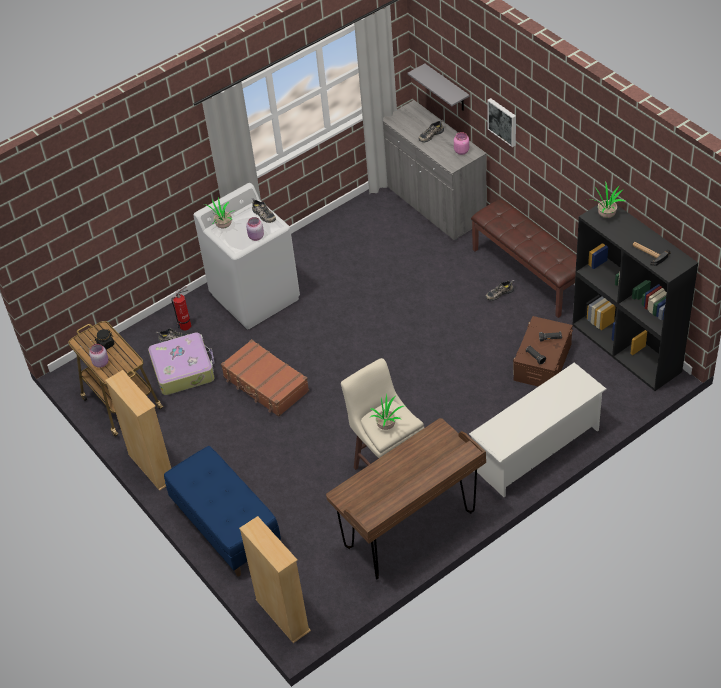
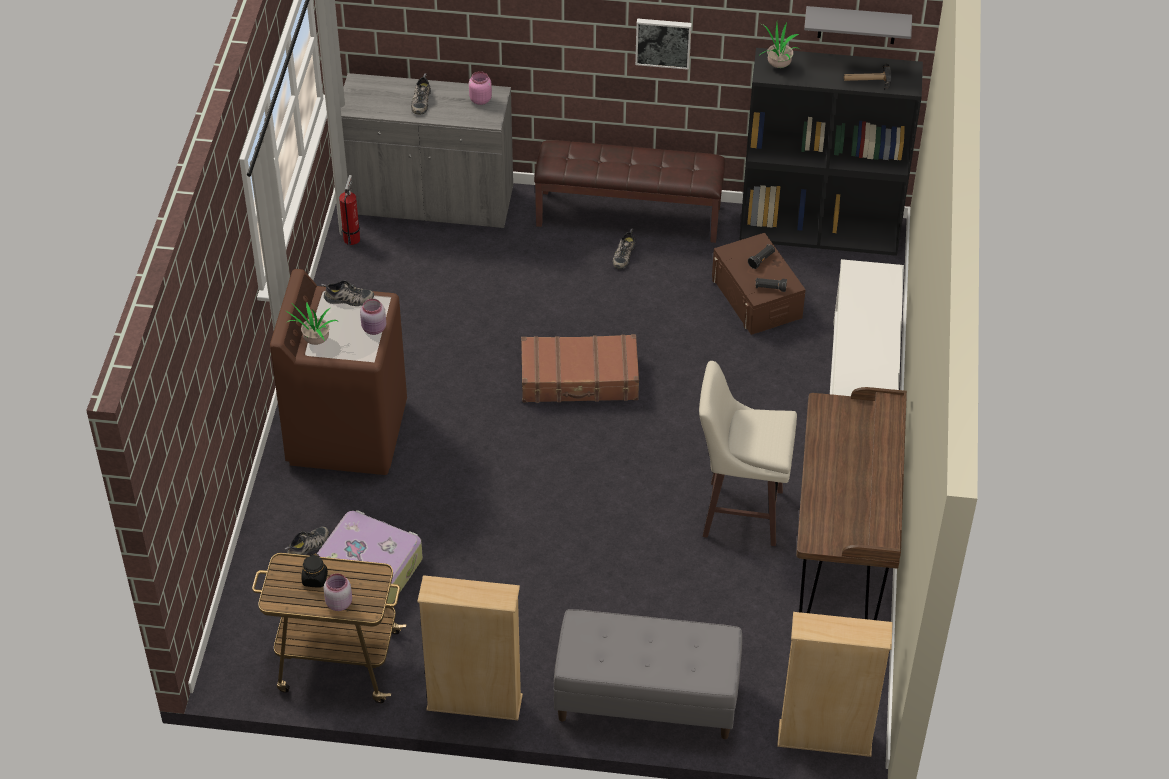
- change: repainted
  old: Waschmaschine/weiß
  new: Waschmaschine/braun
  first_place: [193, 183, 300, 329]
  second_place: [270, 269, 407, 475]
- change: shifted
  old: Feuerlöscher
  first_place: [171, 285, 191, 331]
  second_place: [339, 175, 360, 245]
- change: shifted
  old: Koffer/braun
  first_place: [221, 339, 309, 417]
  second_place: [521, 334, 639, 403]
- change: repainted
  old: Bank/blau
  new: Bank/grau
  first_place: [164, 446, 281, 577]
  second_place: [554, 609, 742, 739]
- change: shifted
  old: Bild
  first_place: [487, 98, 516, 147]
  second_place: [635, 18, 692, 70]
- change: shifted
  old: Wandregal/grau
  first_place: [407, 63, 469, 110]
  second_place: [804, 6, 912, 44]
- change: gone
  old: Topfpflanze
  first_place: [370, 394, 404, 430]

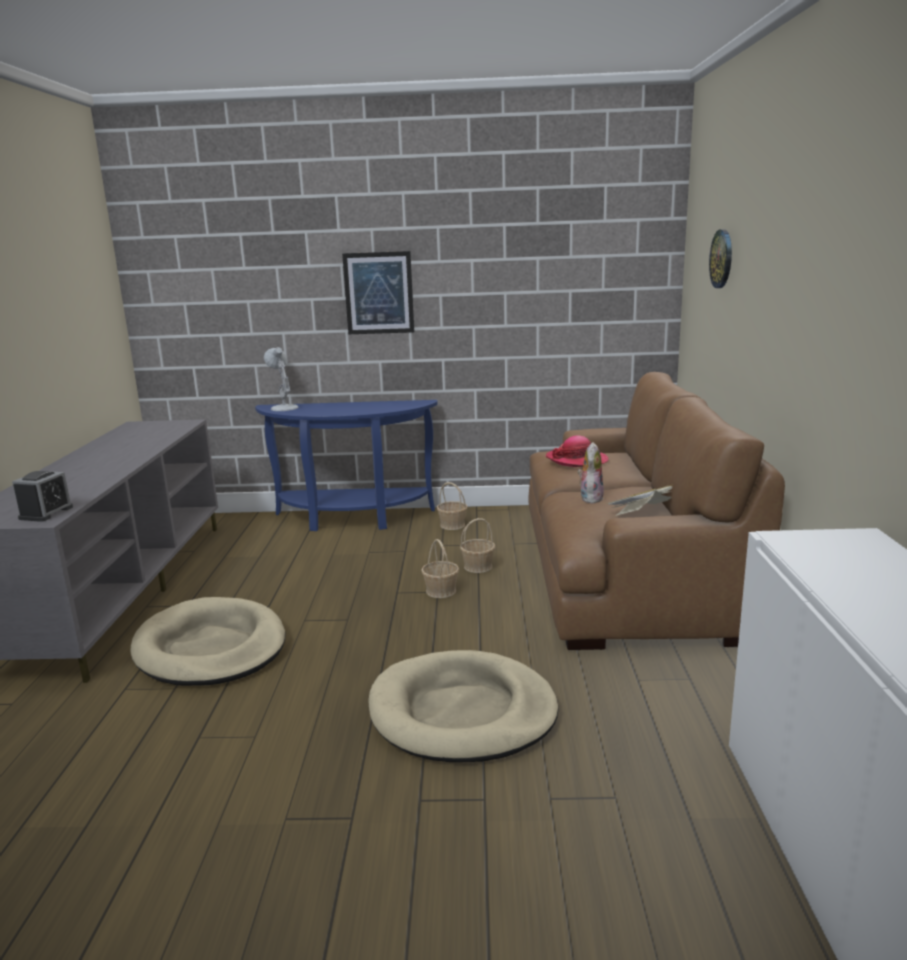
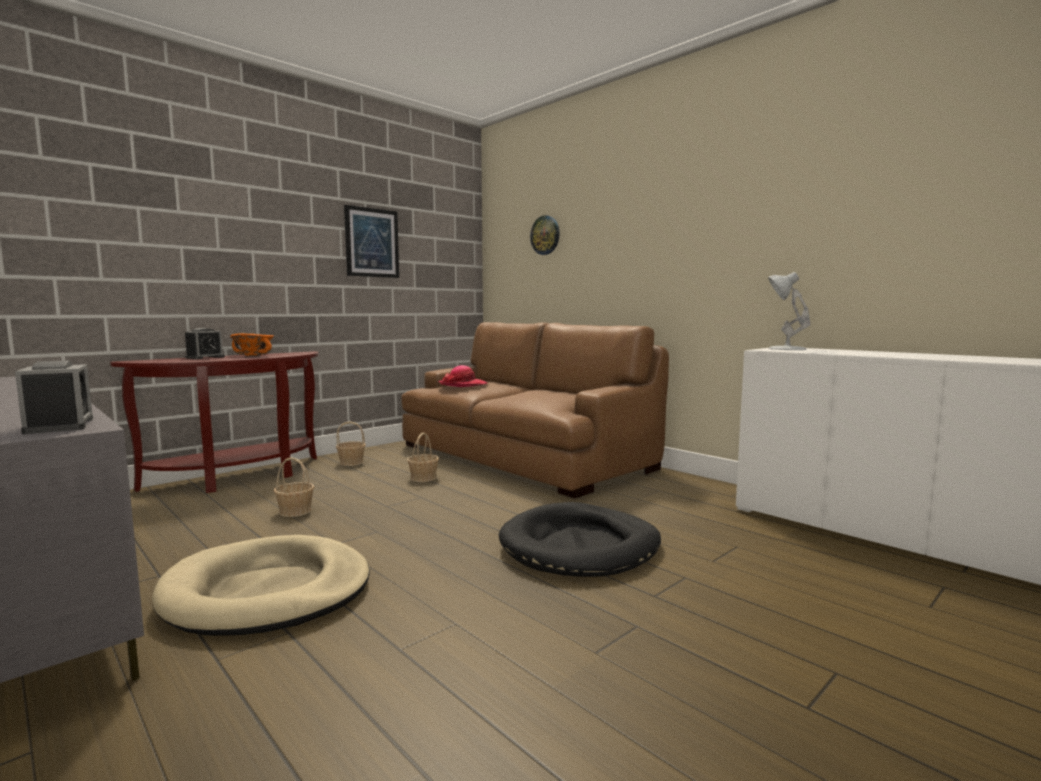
- change: repainted
  old: Konsolentisch/blau
  new: Konsolentisch/braun
  first_place: [255, 400, 438, 531]
  second_place: [110, 351, 319, 493]
- change: new
  new: Wecker
  second_place: [185, 328, 225, 359]
- change: new
  new: Schüssel/orange
  second_place: [230, 333, 274, 356]
- change: shifted
  old: Korb
  first_place: [421, 539, 459, 598]
  second_place: [274, 457, 314, 517]
- change: shifted
  old: Bild
  first_place: [342, 251, 414, 334]
  second_place: [344, 205, 399, 278]
- change: repainted
  old: Hundebett/beige
  new: Hundebett/schwarz
  first_place: [368, 650, 559, 762]
  second_place: [499, 502, 661, 577]
- change: shifted
  old: Tischlampe/weiß
  first_place: [264, 347, 298, 411]
  second_place: [768, 272, 810, 350]
- change: gone
  old: Plüschtier
  first_place: [578, 442, 604, 503]
- change: gone
  old: Buch
  first_place: [606, 484, 673, 516]

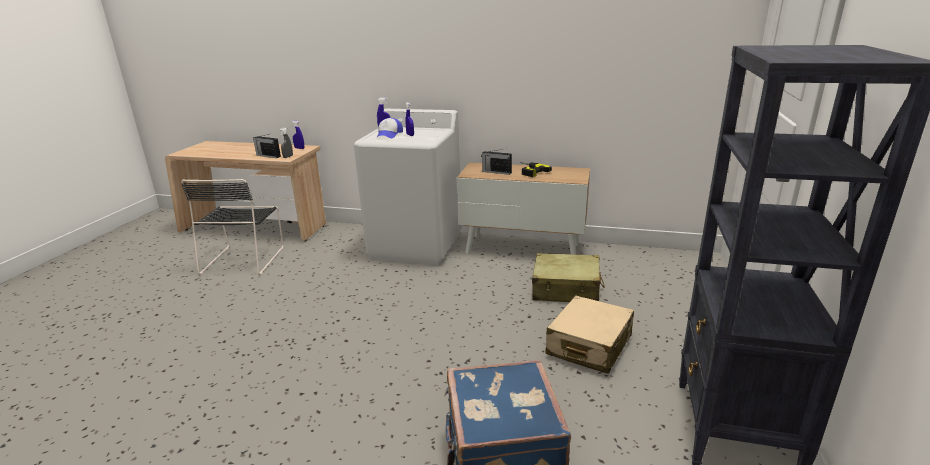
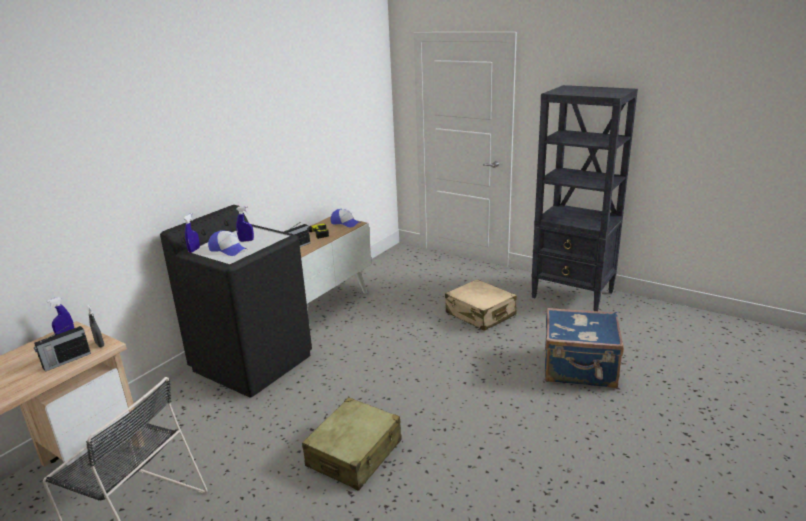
- change: repainted
  old: Waschmaschine/weiß
  new: Waschmaschine/schwarz
  first_place: [354, 109, 462, 266]
  second_place: [160, 205, 312, 397]
- change: shifted
  old: Koffer/beige
  first_place: [532, 253, 605, 302]
  second_place: [302, 397, 402, 491]
- change: new
  new: Kappe
  second_place: [331, 209, 361, 228]

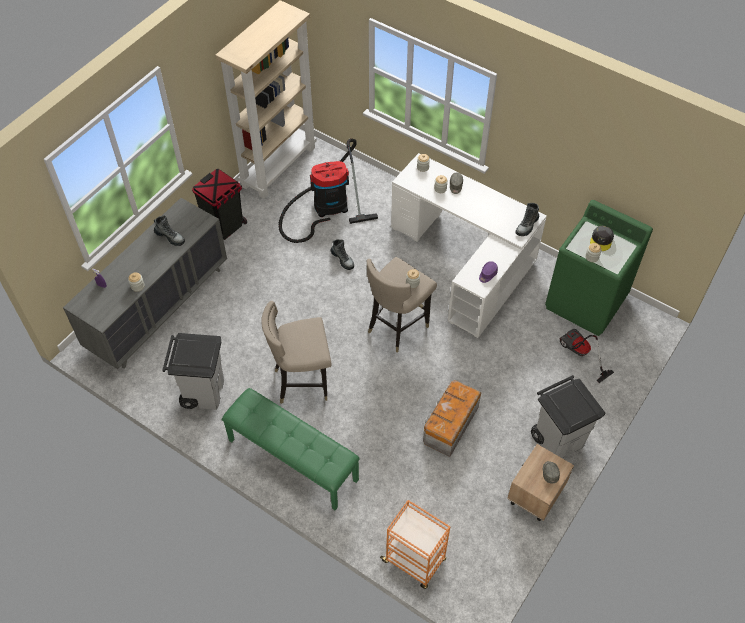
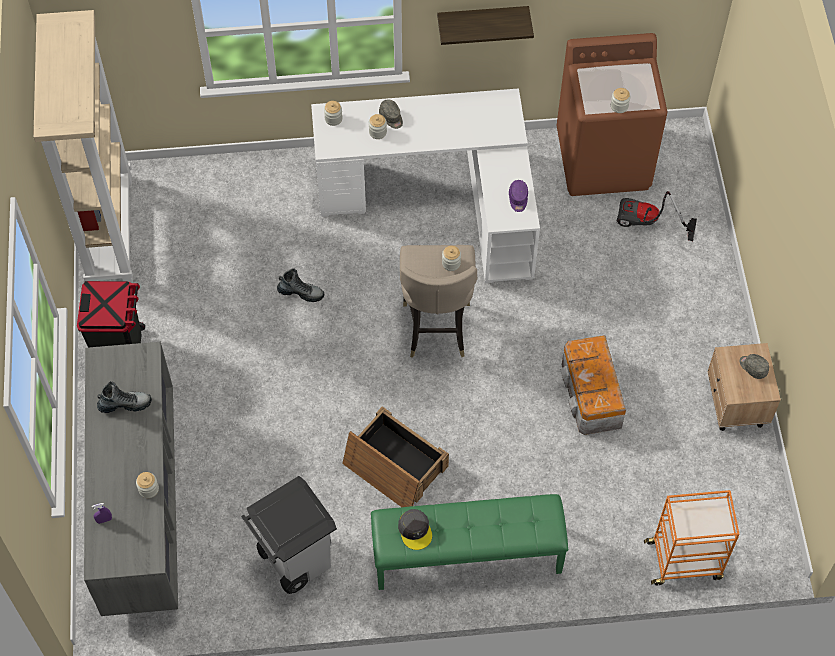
- change: swapped
  old: Hocker/beige
  new: Kiste
  first_place: [261, 301, 332, 404]
  second_place: [342, 406, 449, 507]
- change: shifted
  old: Kappe/grau
  first_place: [590, 226, 614, 251]
  second_place: [398, 509, 432, 550]
- change: new
  new: Wandregal
  second_place: [437, 6, 534, 45]
- change: repainted
  old: Waschmaschine/grün
  new: Waschmaschine/braun
  first_place: [545, 200, 653, 336]
  second_place: [557, 33, 668, 196]
- change: gone
  old: Staubsauger
  first_place: [278, 138, 378, 243]
- change: gone
  old: Stiefel
  first_place: [516, 203, 539, 236]
- change: gone
  old: Mülleimer/grau
  first_place: [531, 375, 606, 458]

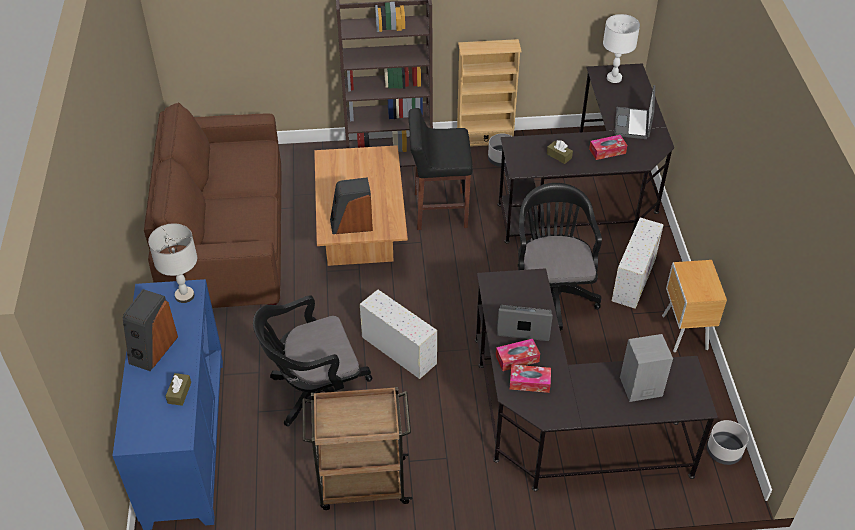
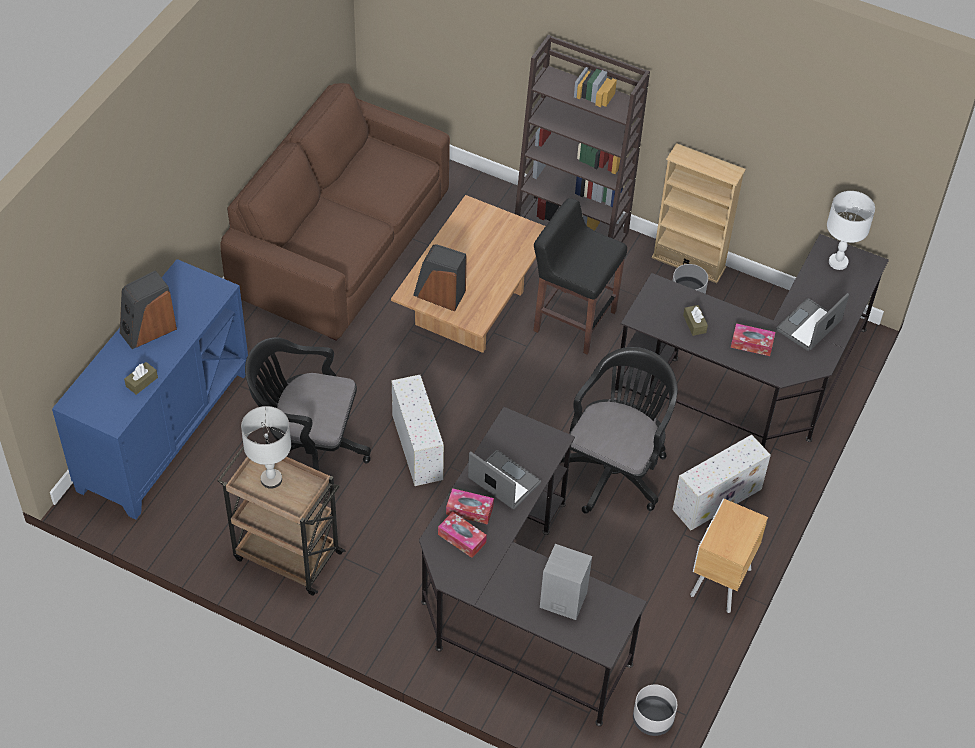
- change: shifted
  old: Tischlampe/grau
  first_place: [148, 223, 197, 303]
  second_place: [241, 406, 291, 489]

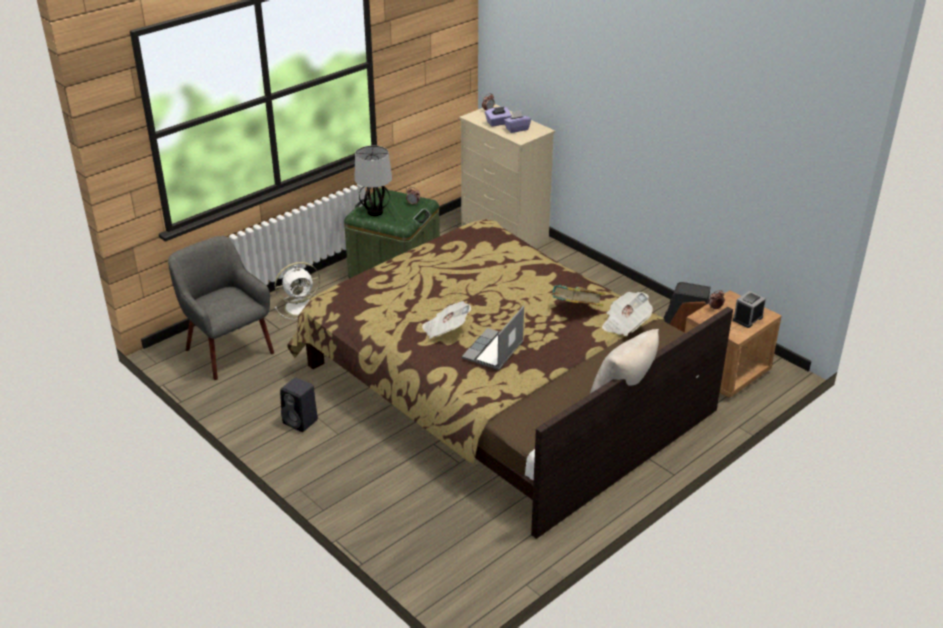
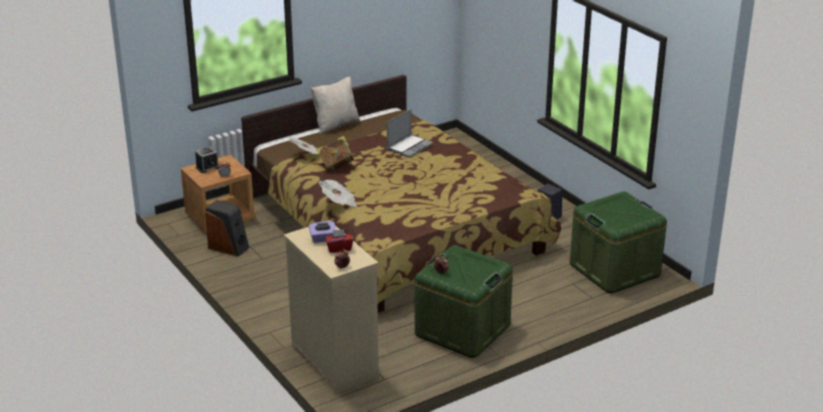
- change: shifted
  old: Zeitung
  first_place: [422, 301, 471, 339]
  second_place: [319, 180, 357, 207]
- change: repainted
  old: Taschentuchbox/lila
  new: Taschentuchbox/rot
  first_place: [485, 107, 512, 127]
  second_place: [325, 229, 353, 253]
- change: swapped
  old: Sessel/grau
  new: Aufbewahrungsbox/grün
  first_place: [168, 236, 274, 380]
  second_place: [570, 191, 667, 293]
- change: gone
  old: Ventilator/weiß
  first_place: [275, 262, 320, 320]
- change: gone
  old: Tischlampe
  first_place: [354, 146, 392, 216]

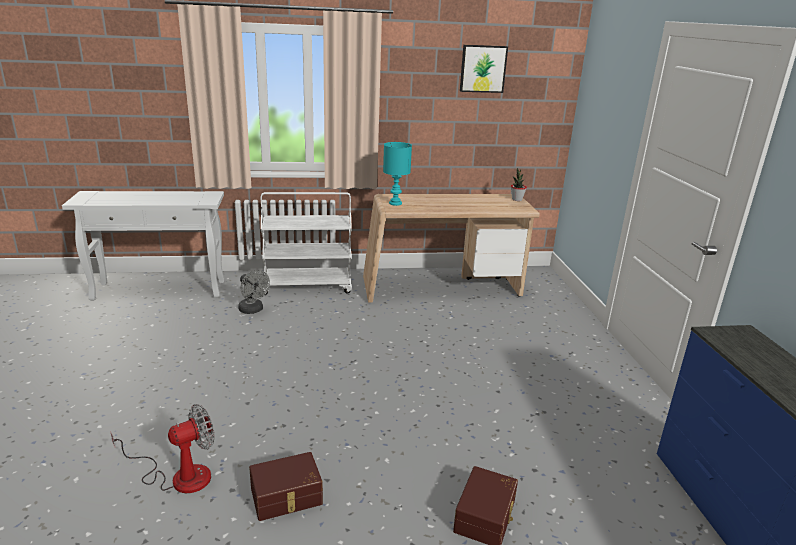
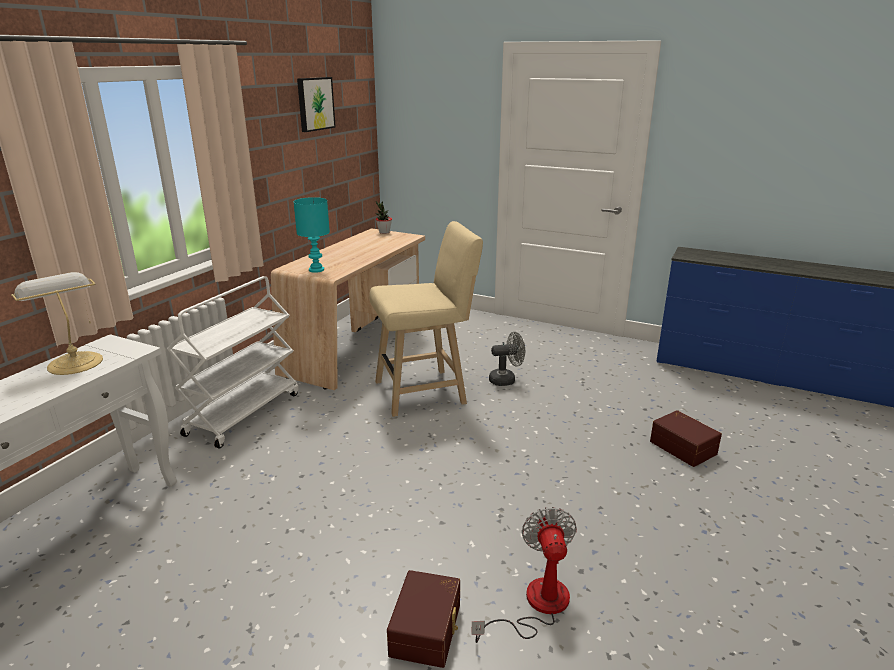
- change: new
  new: Tischlampe
  second_place: [11, 272, 103, 375]
- change: new
  new: Hocker/beige
  second_place: [369, 221, 483, 417]
- change: shifted
  old: Aufbewahrungsbox/braun
  first_place: [249, 452, 323, 521]
  second_place: [387, 570, 460, 668]
- change: shifted
  old: Ventilator/grau
  first_place: [238, 270, 270, 314]
  second_place: [489, 332, 525, 386]

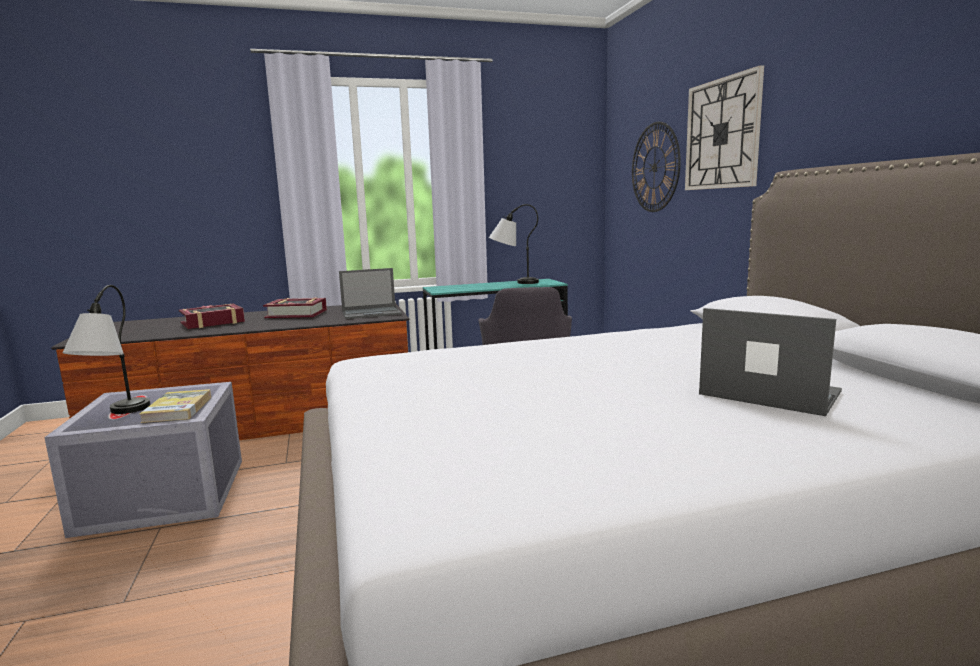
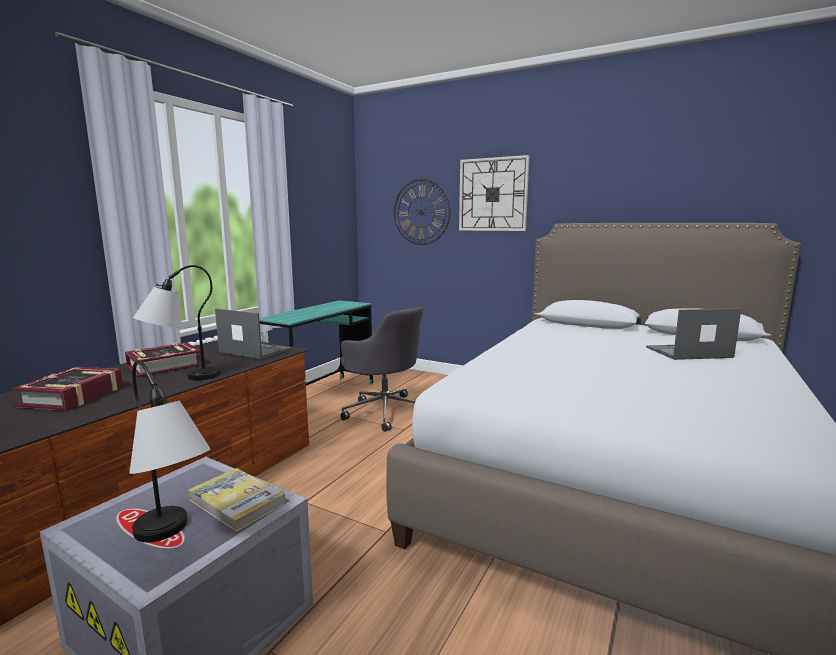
- change: shifted
  old: Tischlampe
  first_place: [489, 204, 539, 284]
  second_place: [133, 265, 221, 380]
- change: rotated
  old: Laptop
  first_place: [339, 268, 402, 319]
  second_place: [215, 309, 292, 359]
  degrees: -90

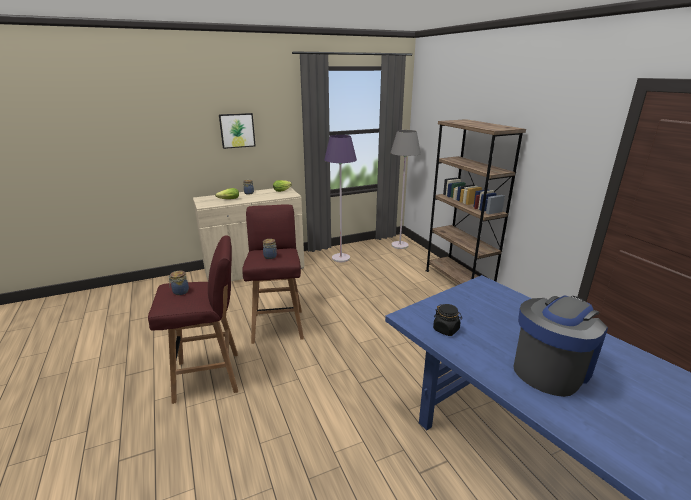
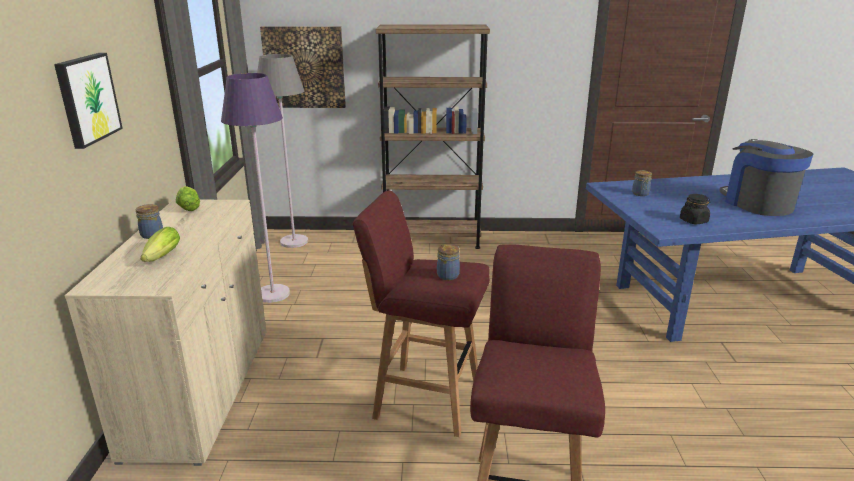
- change: new
  new: Bild
  second_place: [260, 26, 346, 108]
- change: shifted
  old: Vorratsglas
  first_place: [168, 271, 189, 295]
  second_place: [632, 170, 652, 196]

